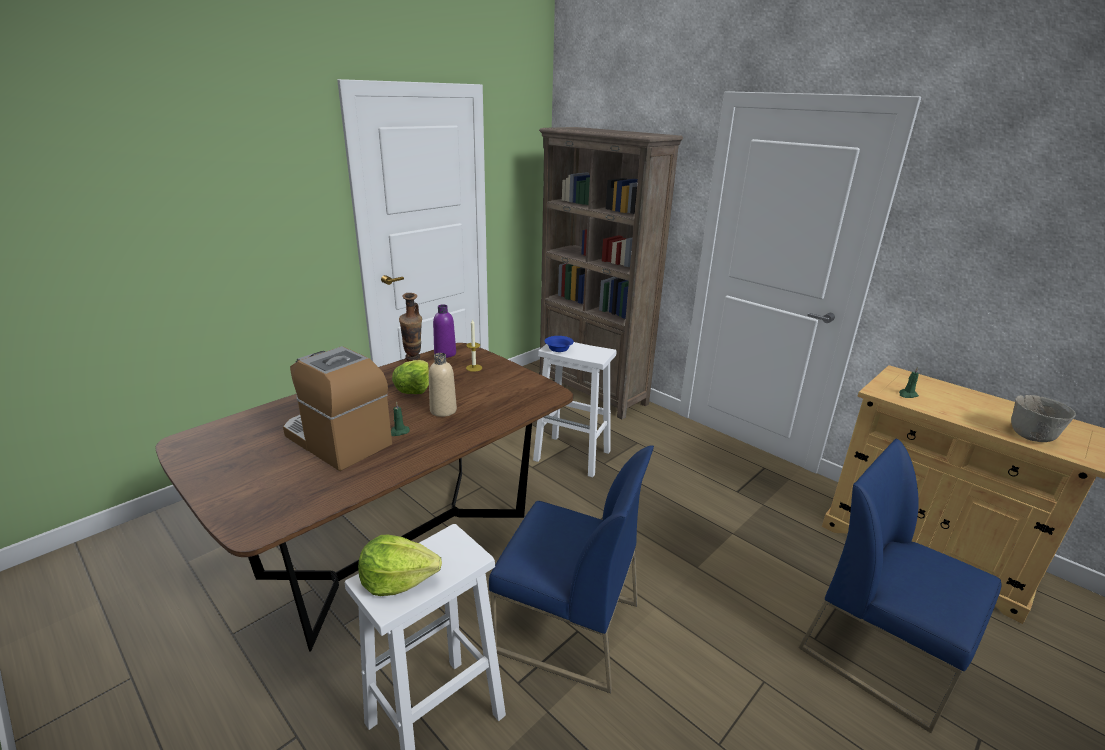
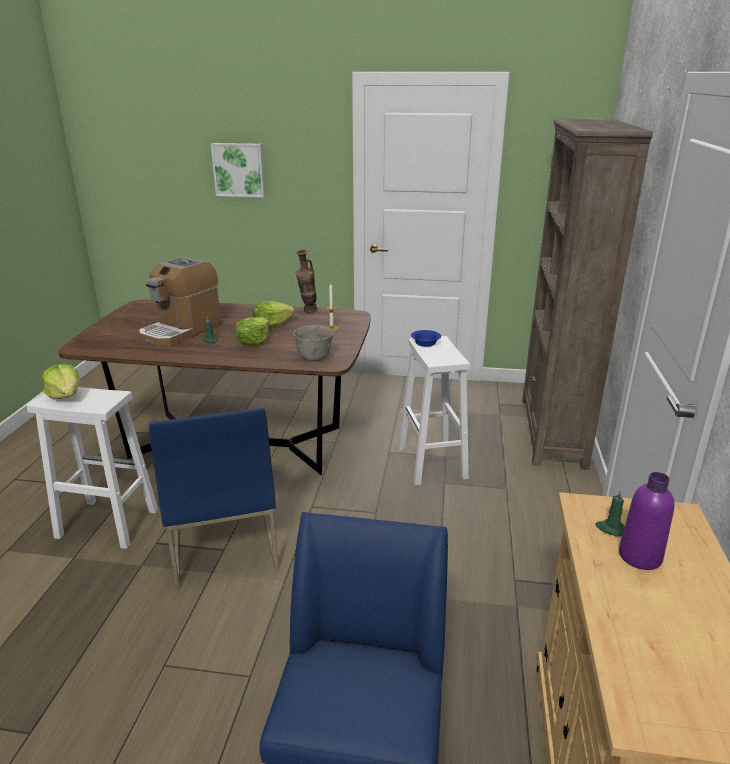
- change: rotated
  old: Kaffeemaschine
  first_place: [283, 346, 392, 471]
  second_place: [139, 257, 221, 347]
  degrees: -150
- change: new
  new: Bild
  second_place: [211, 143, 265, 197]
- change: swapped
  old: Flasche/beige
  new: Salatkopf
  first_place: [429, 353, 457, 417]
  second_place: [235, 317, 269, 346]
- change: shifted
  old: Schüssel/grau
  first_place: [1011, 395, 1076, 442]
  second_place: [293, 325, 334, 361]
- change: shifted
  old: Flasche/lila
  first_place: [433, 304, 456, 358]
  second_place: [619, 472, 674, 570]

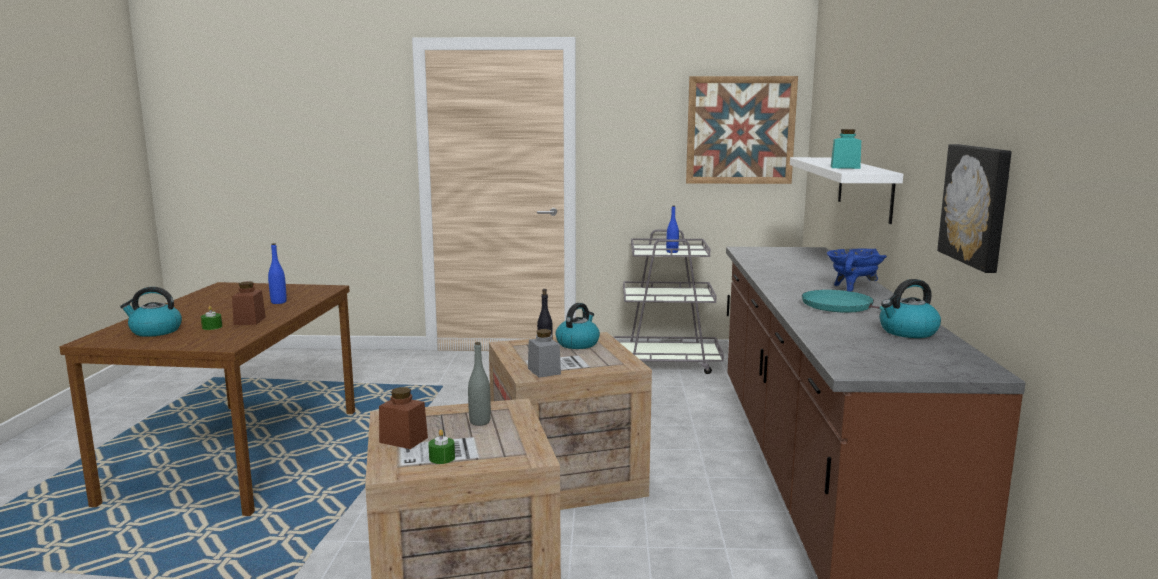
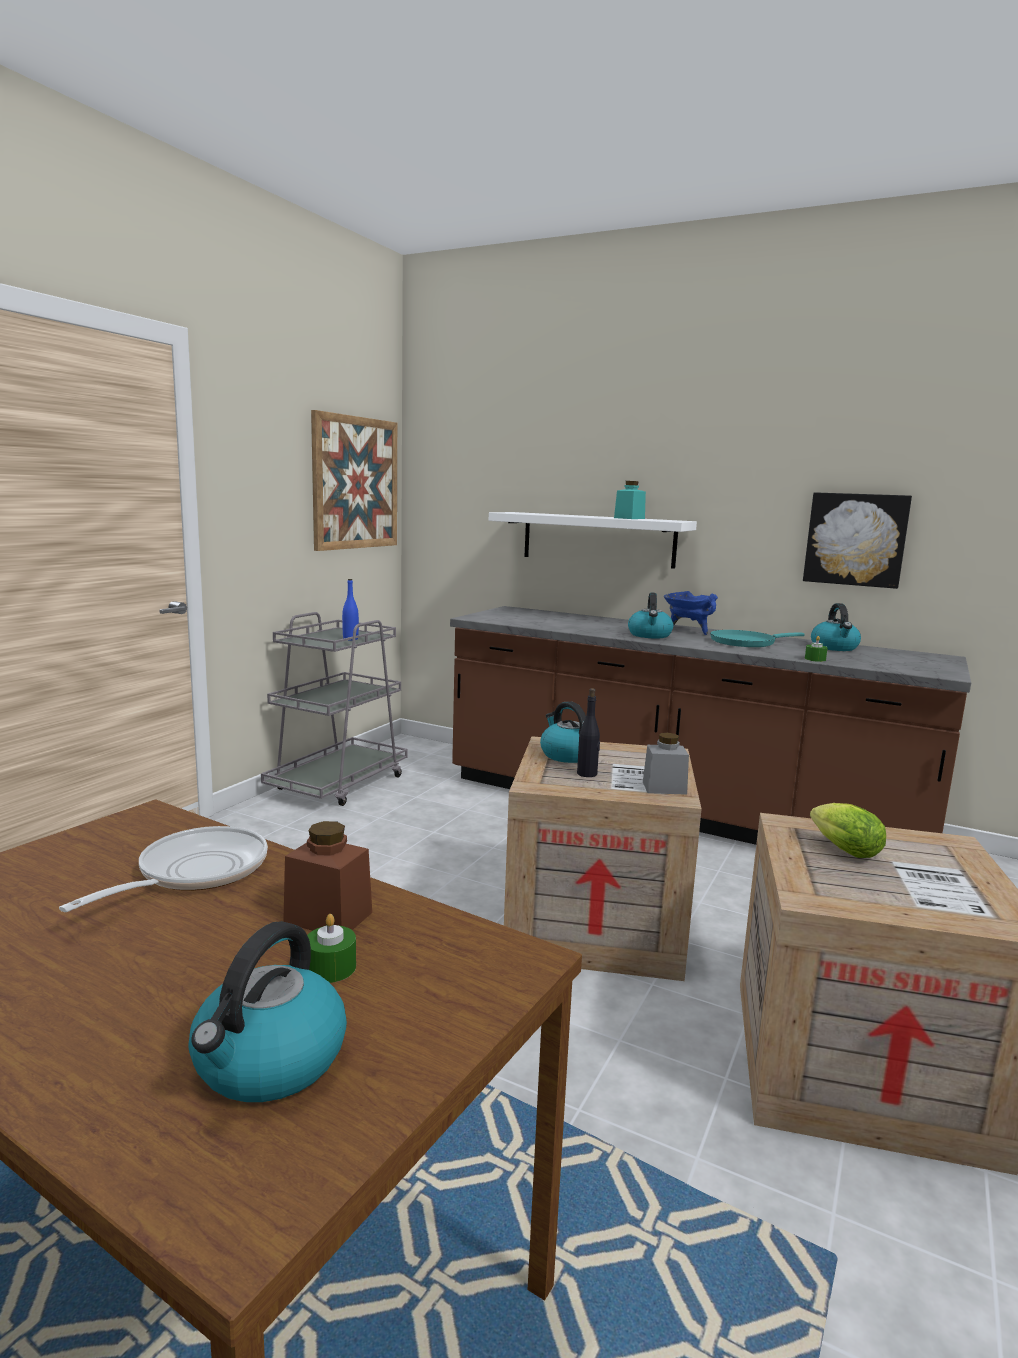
- change: swapped
  old: Flasche/blau
  new: Pfanne
  first_place: [268, 243, 287, 304]
  second_place: [59, 826, 268, 912]
- change: new
  new: Wasserkessel
  second_place: [628, 593, 673, 638]
- change: shifted
  old: Kerze/grün
  first_place: [428, 430, 455, 464]
  second_place: [805, 636, 828, 662]
- change: swapped
  old: Flasche/grau
  new: Salatkopf
  first_place: [468, 342, 491, 426]
  second_place: [810, 803, 886, 858]
- change: gone
  old: Vorratsglas/braun
  first_place: [379, 387, 428, 449]

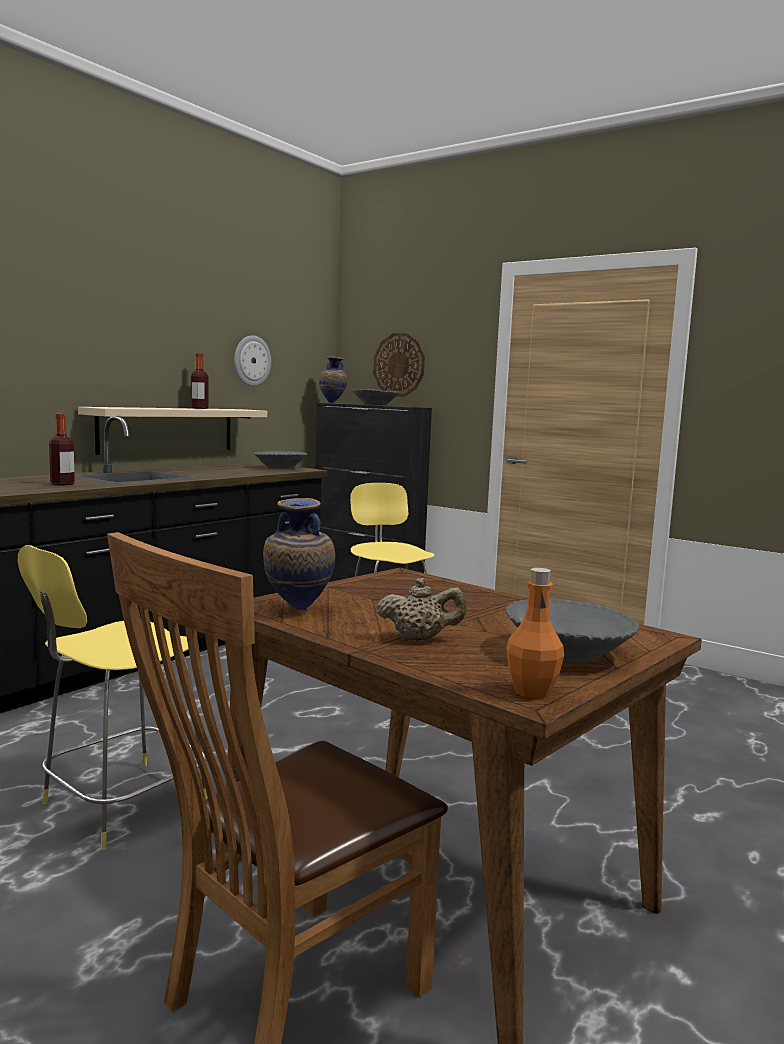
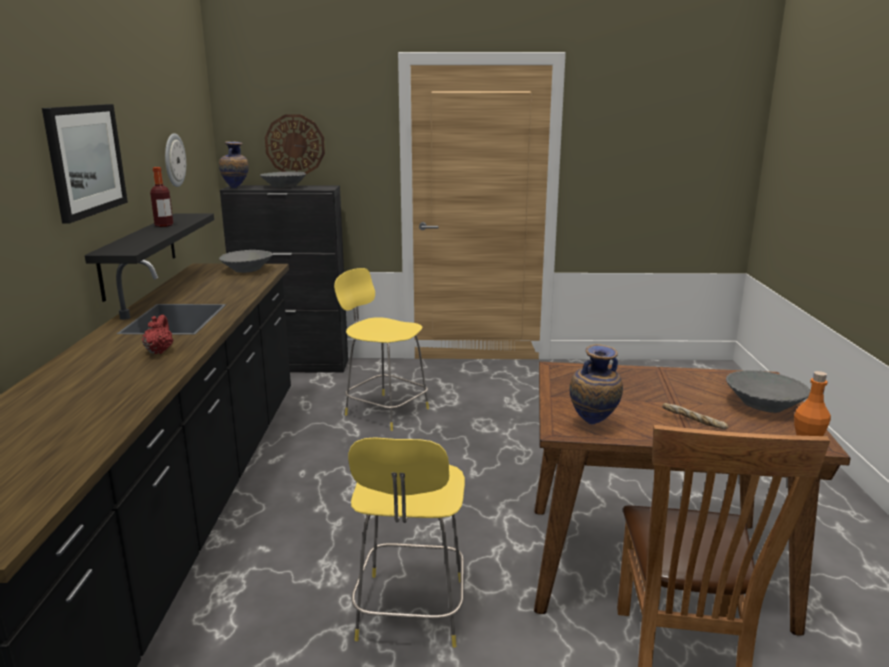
- change: new
  new: Bild
  second_place: [42, 104, 128, 224]
- change: repainted
  old: Wandregal/beige
  new: Wandregal/schwarz
  first_place: [78, 407, 267, 455]
  second_place: [85, 213, 214, 302]
- change: swapped
  old: Flasche
  new: Teekanne/rot
  first_place: [49, 414, 75, 486]
  second_place: [142, 315, 173, 354]
- change: swapped
  old: Teekanne/beige
  new: Brot
  first_place: [377, 578, 466, 641]
  second_place: [662, 403, 728, 429]

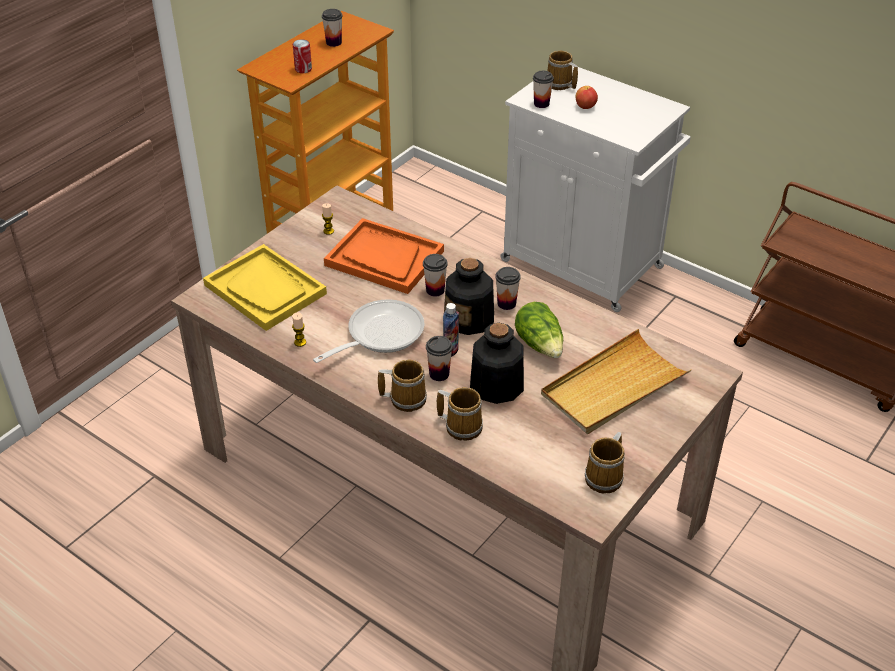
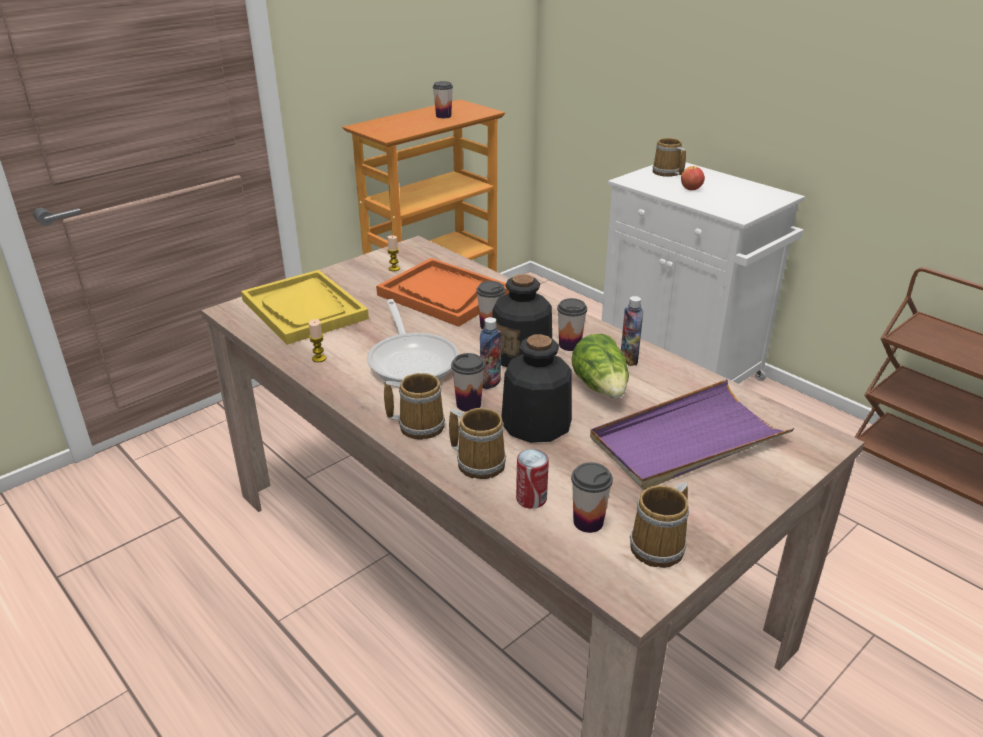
- change: rotated
  old: Pfanne
  first_place: [313, 299, 424, 363]
  second_place: [367, 299, 459, 382]
  degrees: 105
- change: shifted
  old: Dose
  first_place: [293, 39, 312, 73]
  second_place: [516, 449, 549, 509]
- change: shifted
  old: Tasse
  first_place: [533, 71, 554, 108]
  second_place: [571, 462, 613, 533]
- change: repainted
  old: Tablett/beige
  new: Tablett/lila
  first_place: [541, 329, 692, 434]
  second_place: [590, 379, 795, 490]
- change: new
  new: Flasche
  second_place: [621, 296, 643, 366]

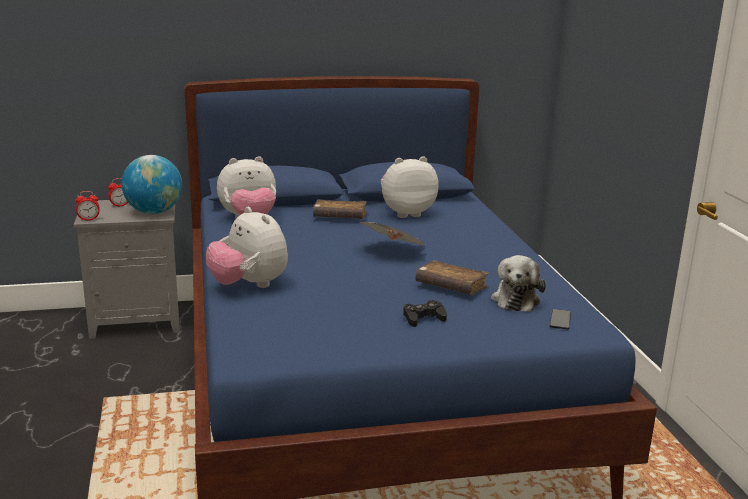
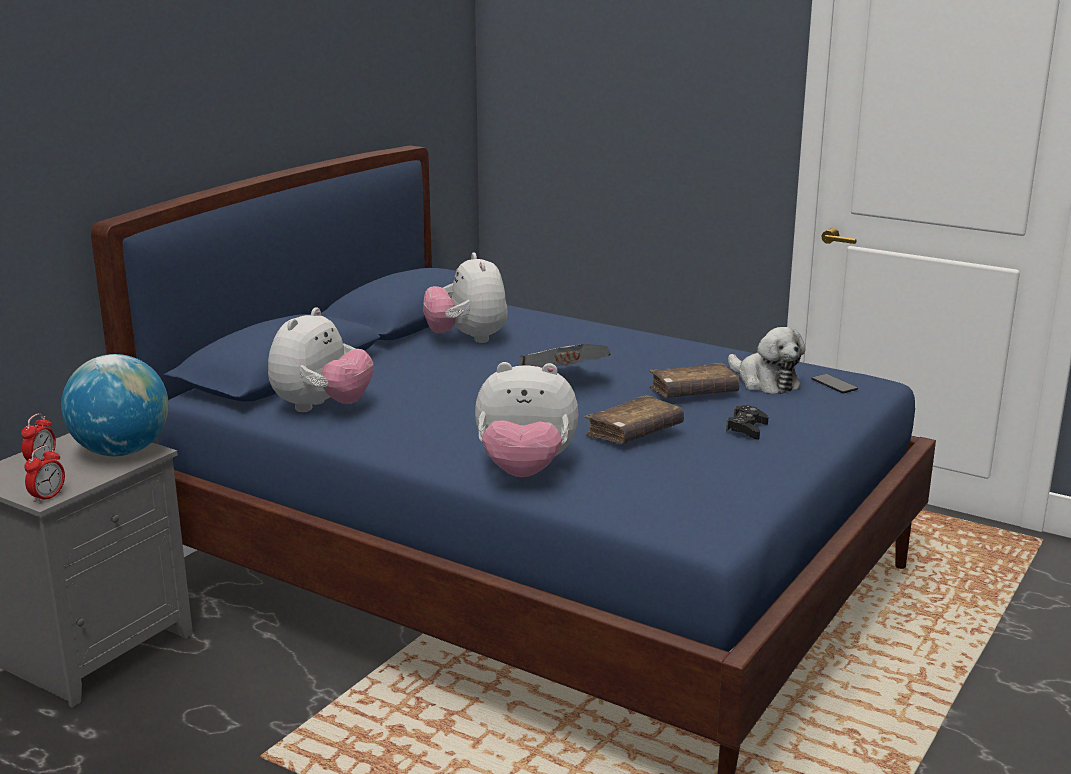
- change: rotated
  old: Plüschtier
  first_place: [381, 156, 439, 218]
  second_place: [423, 253, 508, 343]
  degrees: -45
- change: shifted
  old: Buch/braun
  first_place: [313, 199, 367, 219]
  second_place: [584, 395, 684, 444]

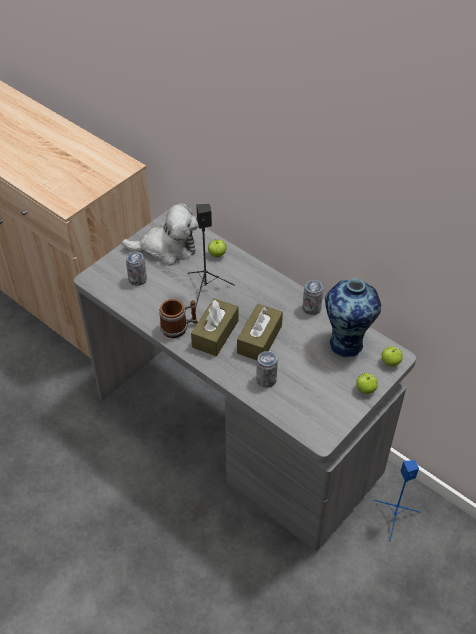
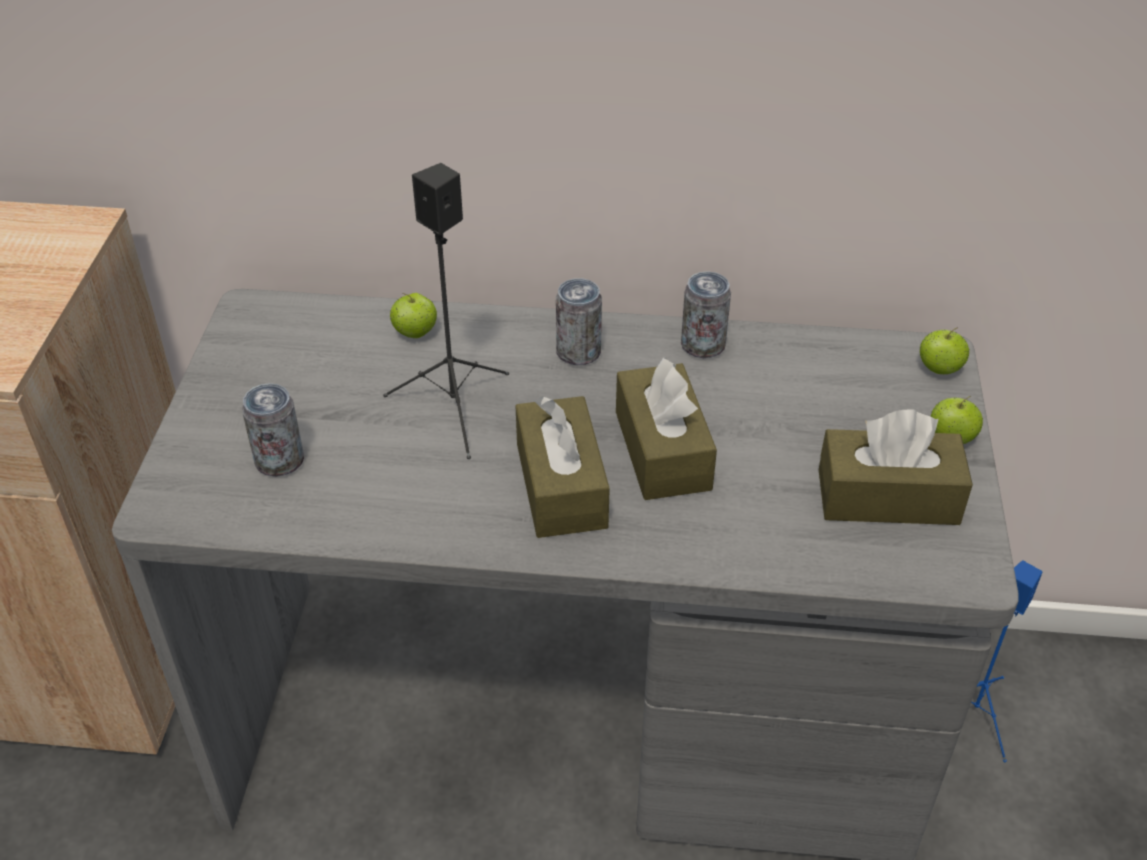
- change: shifted
  old: Dose
  first_place: [256, 351, 278, 388]
  second_place: [556, 278, 602, 365]
- change: new
  new: Taschentuchbox/braun
  second_place: [819, 409, 973, 525]
- change: gone
  old: Plüschtier
  first_place: [122, 203, 199, 265]
- change: gone
  old: Henkelbecher
  first_place: [159, 299, 198, 338]
- change: gone
  old: Vase
  first_place: [325, 278, 381, 358]

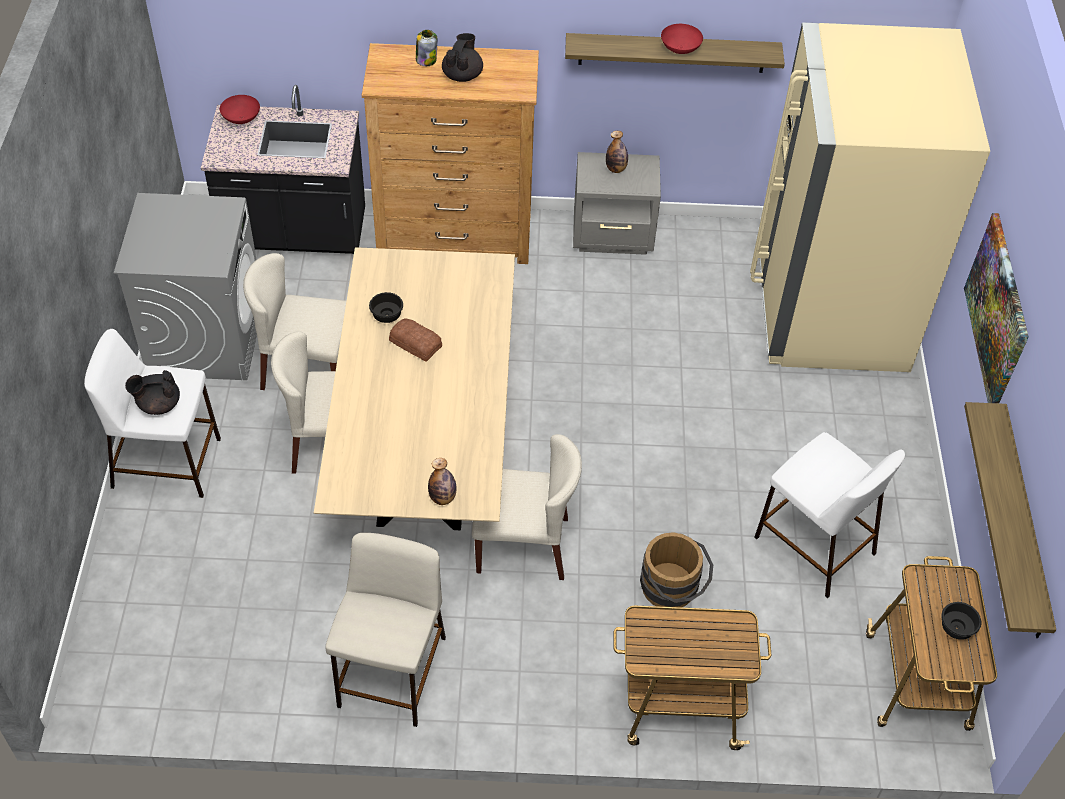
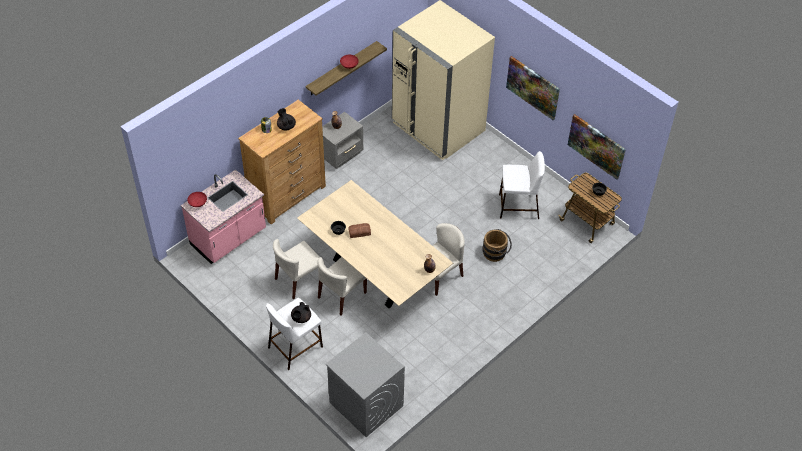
- change: repainted
  old: Küchenzeile/schwarz
  new: Küchenzeile/rosa
  first_place: [201, 85, 365, 254]
  second_place: [181, 169, 266, 264]
- change: shifted
  old: Waschmaschine/grau
  first_place: [114, 193, 257, 380]
  second_place: [326, 332, 405, 437]
- change: swapped
  old: Wandregal
  new: Bild
  first_place: [964, 402, 1056, 638]
  second_place: [568, 114, 626, 180]
- change: gone
  old: Hocker/beige
  first_place: [325, 533, 446, 727]
- change: gone
  old: Rollwagen
  first_place: [614, 606, 771, 750]

